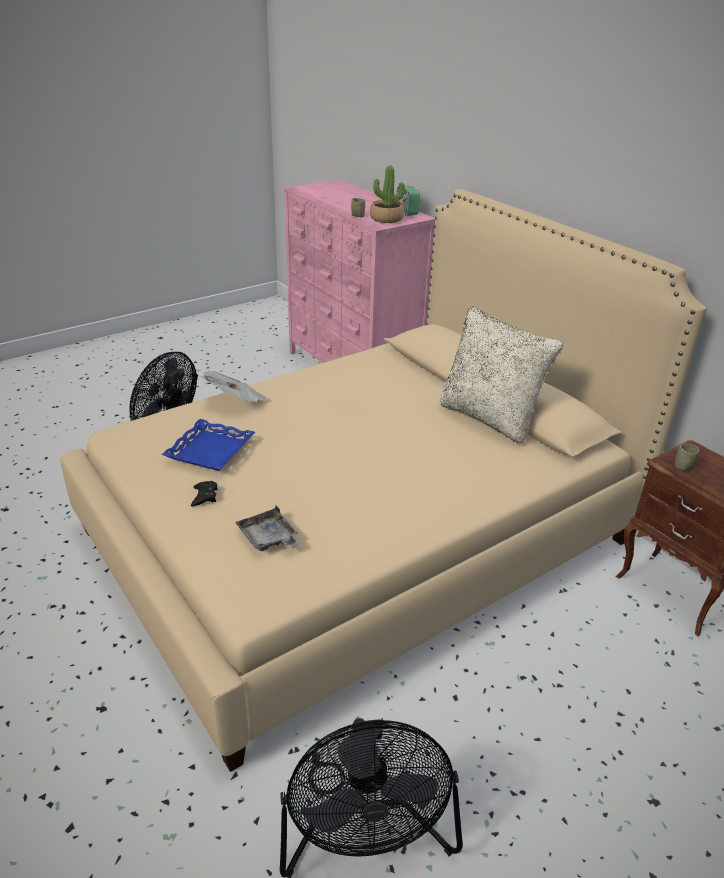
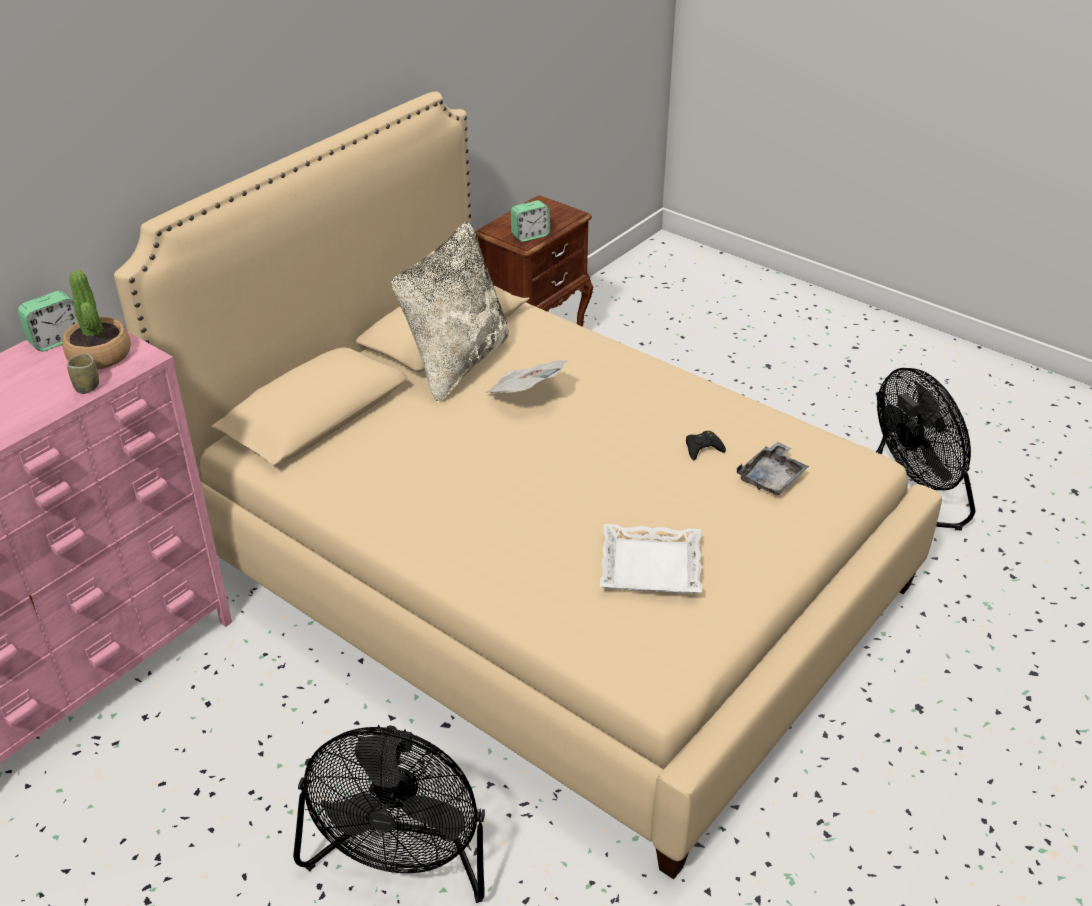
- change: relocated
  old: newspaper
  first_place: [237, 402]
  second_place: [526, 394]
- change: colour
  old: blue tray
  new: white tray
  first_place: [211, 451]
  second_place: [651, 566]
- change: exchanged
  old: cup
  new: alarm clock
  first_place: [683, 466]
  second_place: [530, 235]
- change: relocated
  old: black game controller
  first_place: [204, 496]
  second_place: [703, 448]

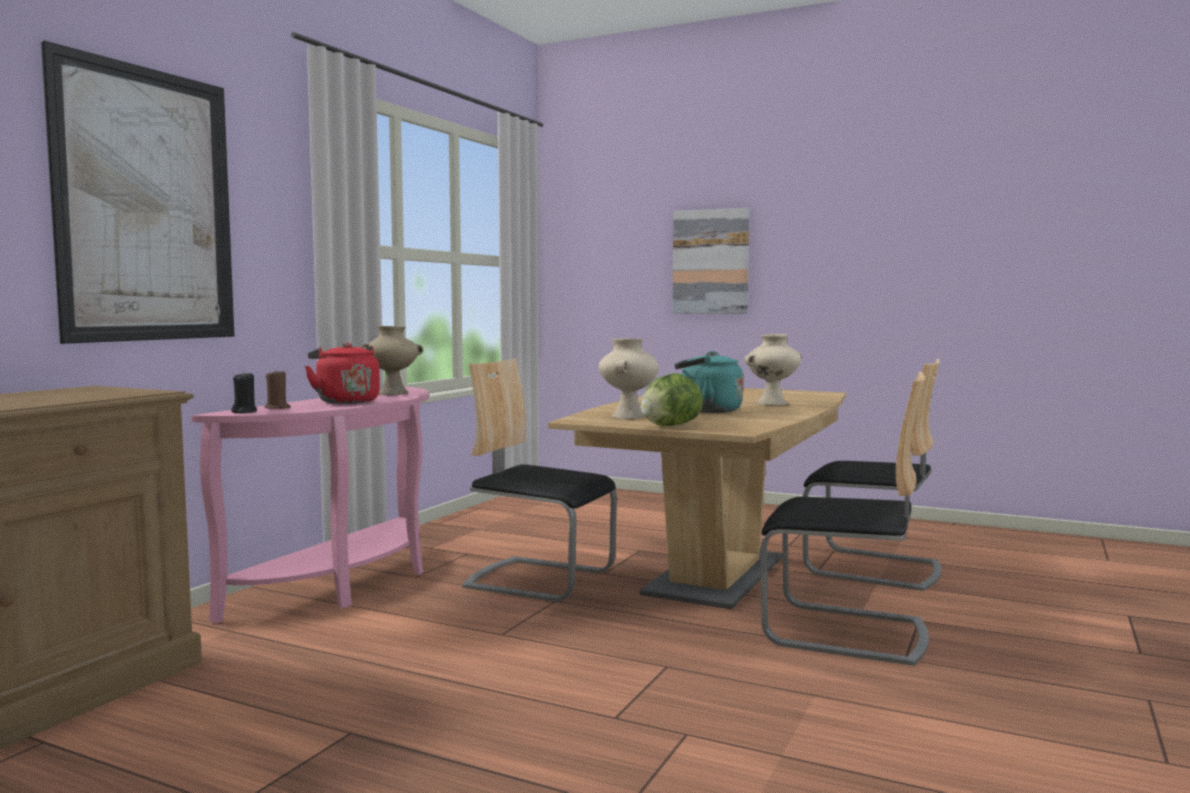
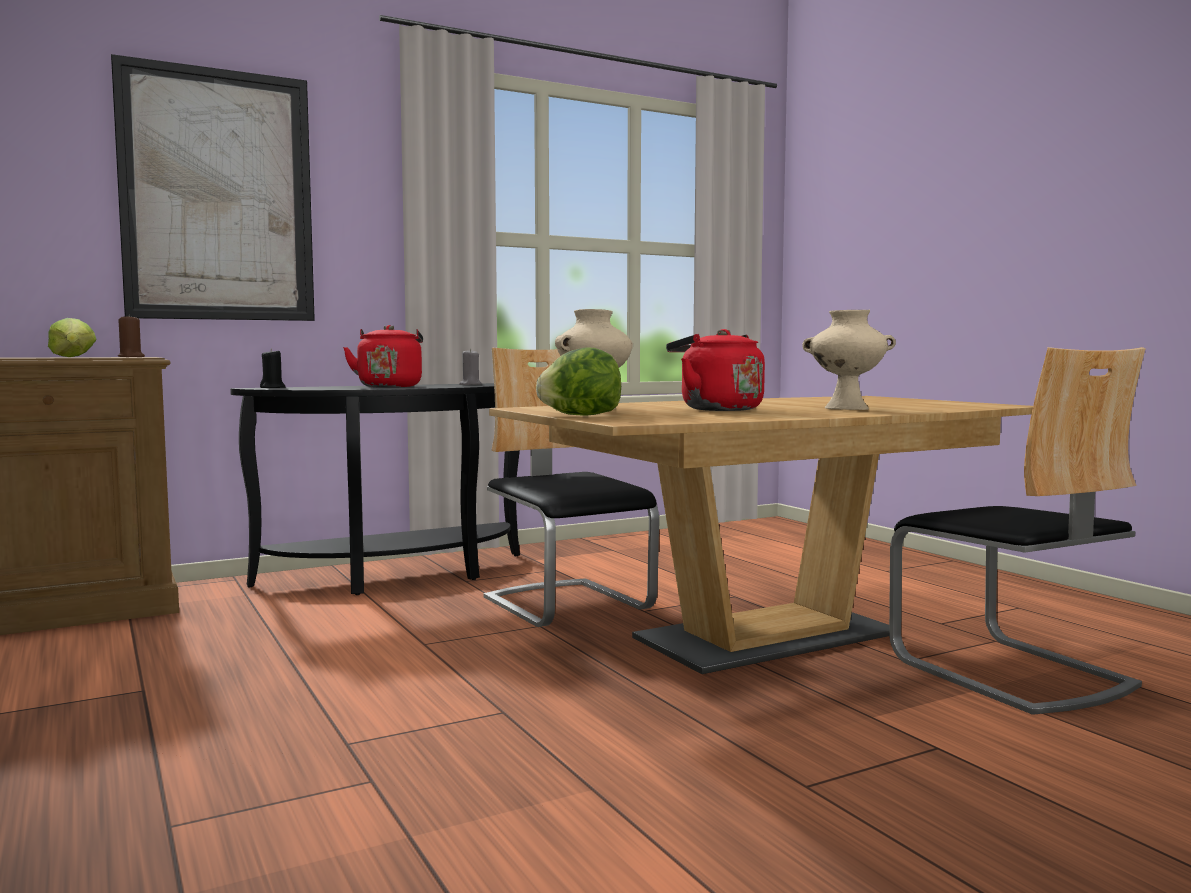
- change: missing
  old: picture
  first_place: [711, 262]
- change: exchanged
  old: beige vase
  new: grey candle
  first_place: [393, 393]
  second_place: [470, 384]
- change: colour
  old: turquoise kettle
  new: red kettle
  first_place: [706, 411]
  second_place: [716, 409]
- change: relocated
  old: brown candle
  first_place: [277, 408]
  second_place: [131, 357]
- change: missing
  old: chair
  first_place: [845, 632]
- change: colour
  old: pink console table
  new: black console table
  first_place: [350, 584]
  second_place: [402, 577]
- change: appeared
  new: lettuce
  second_place: [74, 357]

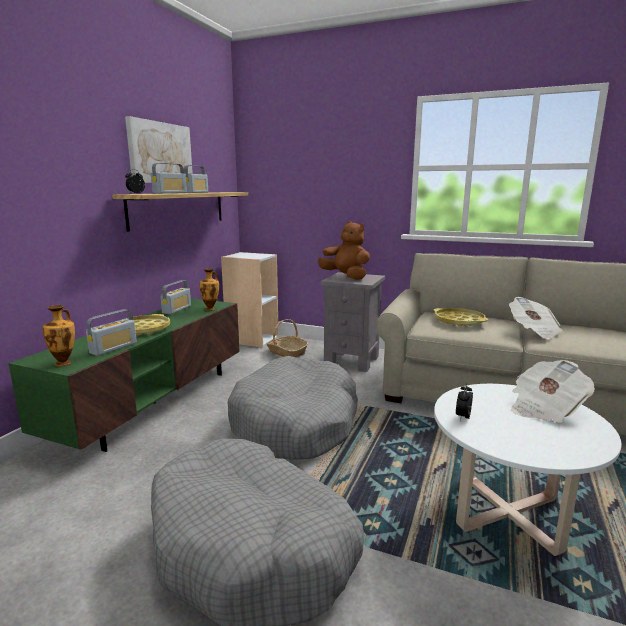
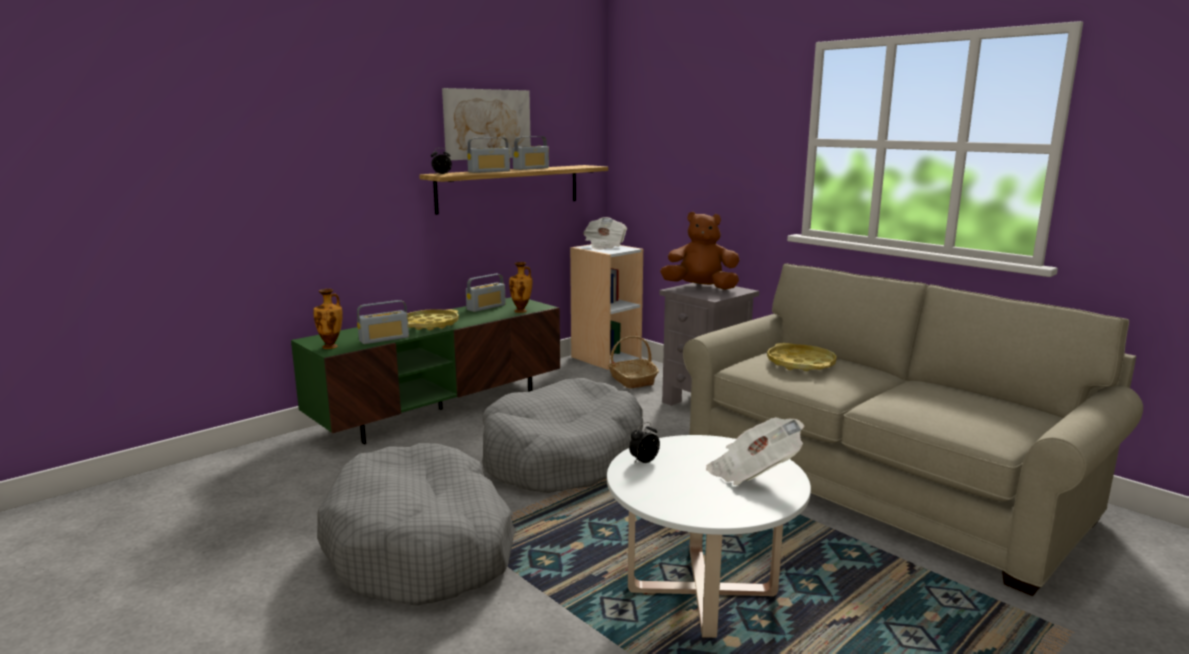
- change: spun
  old: brown plush toy
  first_place: [346, 277]
  second_place: [700, 288]
  degrees: -60
- change: relocated
  old: newspaper
  first_place: [533, 331]
  second_place: [604, 246]

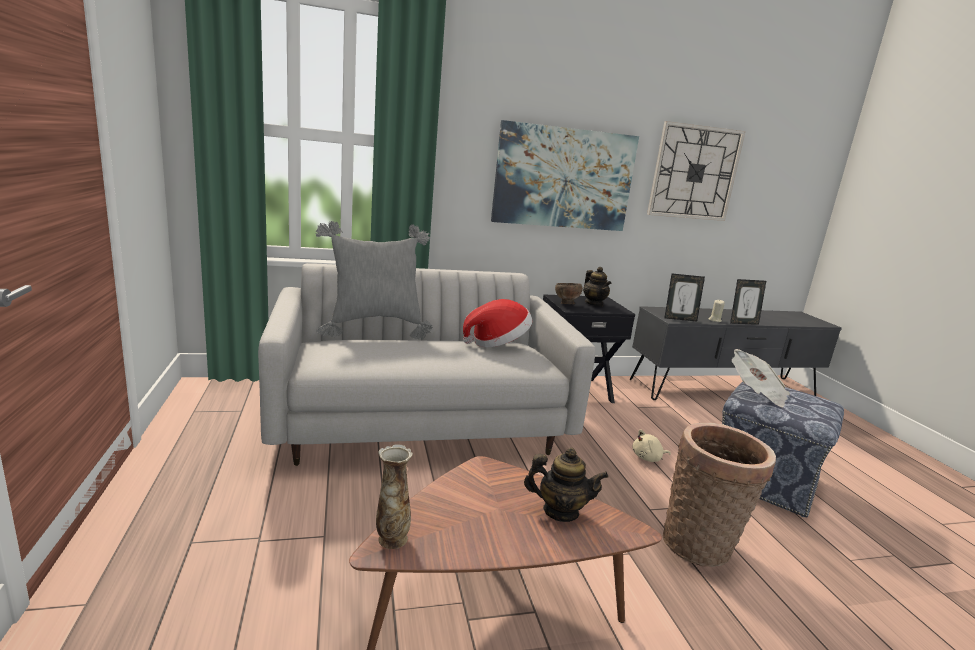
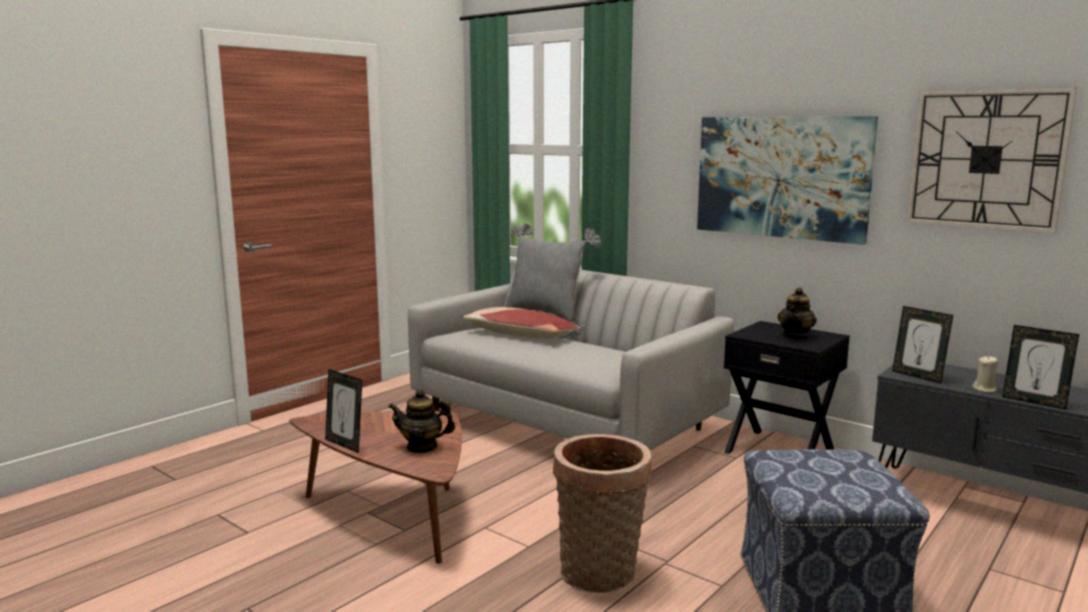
- change: missing
  old: brown bowl
  first_place: [566, 304]
- change: missing
  old: hat
  first_place: [497, 343]
- change: missing
  old: newspaper
  first_place: [756, 393]
- change: missing
  old: beige plush toy
  first_place: [648, 458]
- change: missing
  old: vase
  first_place: [392, 538]
- change: spun
  old: teapot
  first_place: [560, 511]
  second_place: [422, 447]
  degrees: 120
- change: appeared
  new: pillow
  second_place: [520, 335]
- change: appeared
  new: picture frame
  second_place: [345, 444]

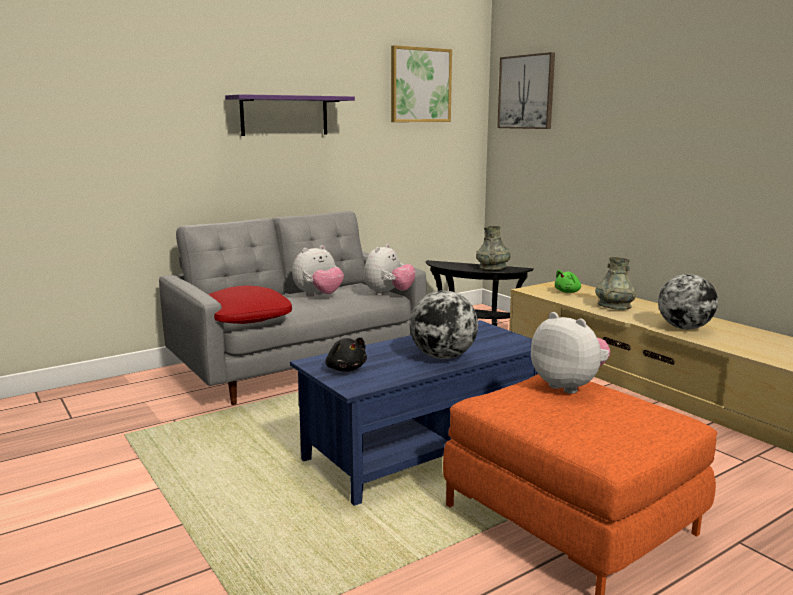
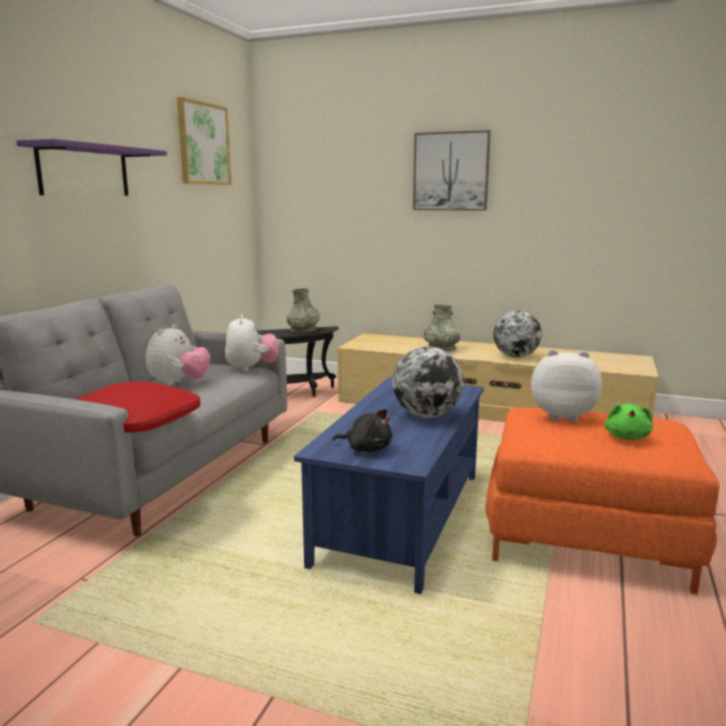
- change: relocated
  old: picture
  first_place: [526, 92]
  second_place: [451, 171]
- change: relocated
  old: green plush toy
  first_place: [568, 292]
  second_place: [627, 437]

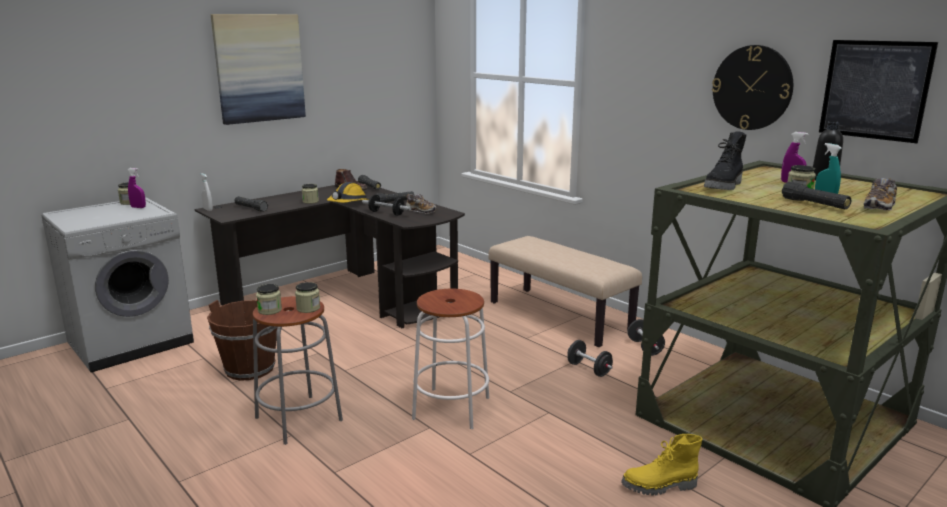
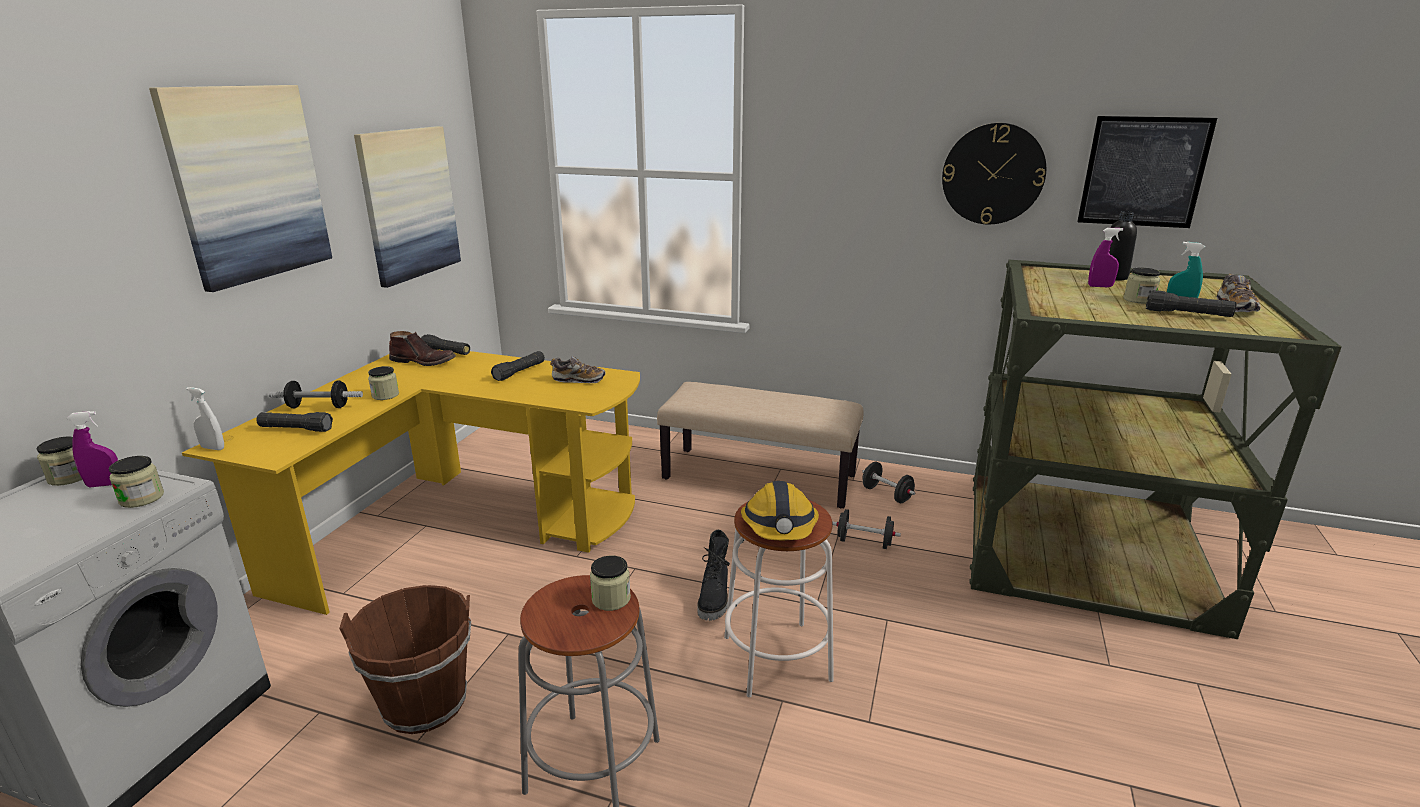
- change: relocated
  old: black boot
  first_place: [724, 186]
  second_place: [715, 599]
- change: colour
  old: black desk
  new: yellow desk
  first_place: [345, 297]
  second_place: [457, 523]
- change: relocated
  old: hard hat
  first_place: [348, 203]
  second_place: [779, 526]
- change: relocated
  old: dumbbell
  first_place: [386, 213]
  second_place: [318, 407]
- change: relocated
  old: jar
  first_place: [270, 310]
  second_place: [142, 498]
- change: missing
  old: yellow boot
  first_place: [659, 486]
- change: appeared
  new: picture
  second_place: [409, 204]

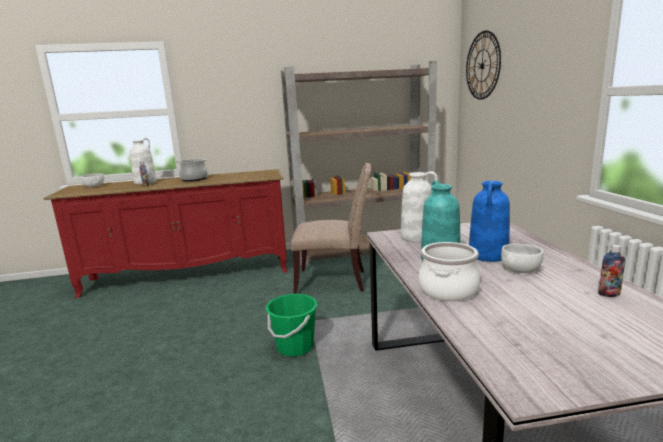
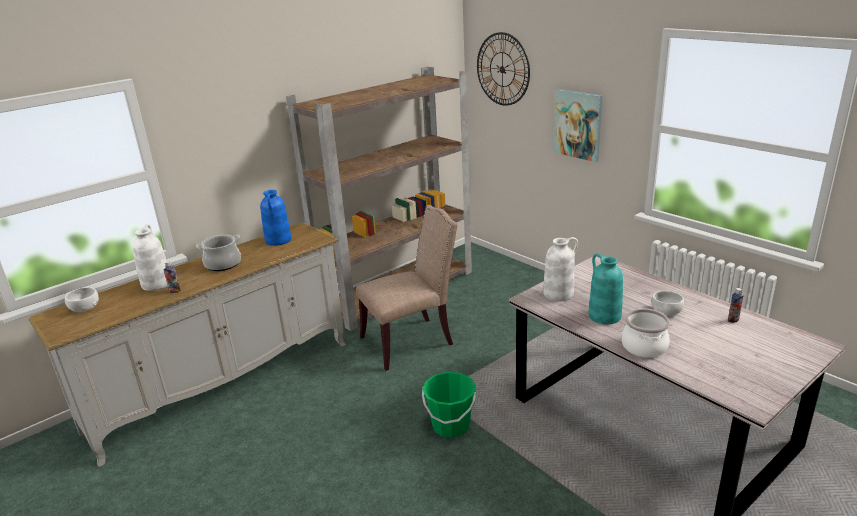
- change: colour
  old: red cabinet
  new: grey cabinet
  first_place: [188, 276]
  second_place: [224, 386]
- change: relocated
  old: blue vase
  first_place: [488, 255]
  second_place: [278, 240]
- change: appeared
  new: picture
  second_place: [578, 124]

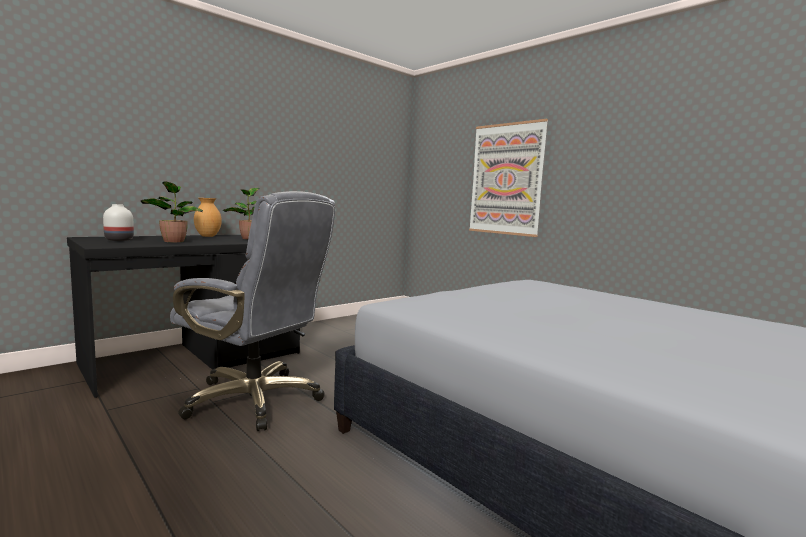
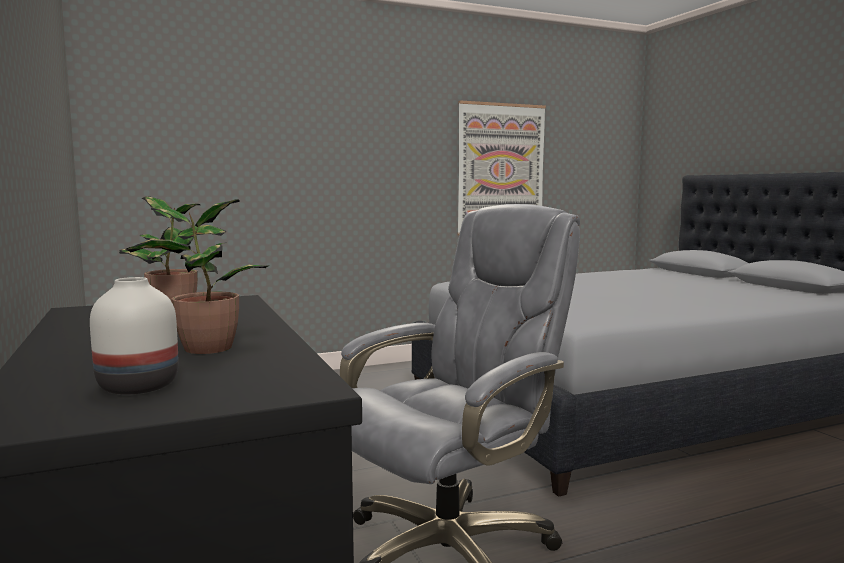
- change: relocated
  old: picture
  first_place: [506, 179]
  second_place: [501, 169]
- change: missing
  old: brown vase
  first_place: [207, 236]

